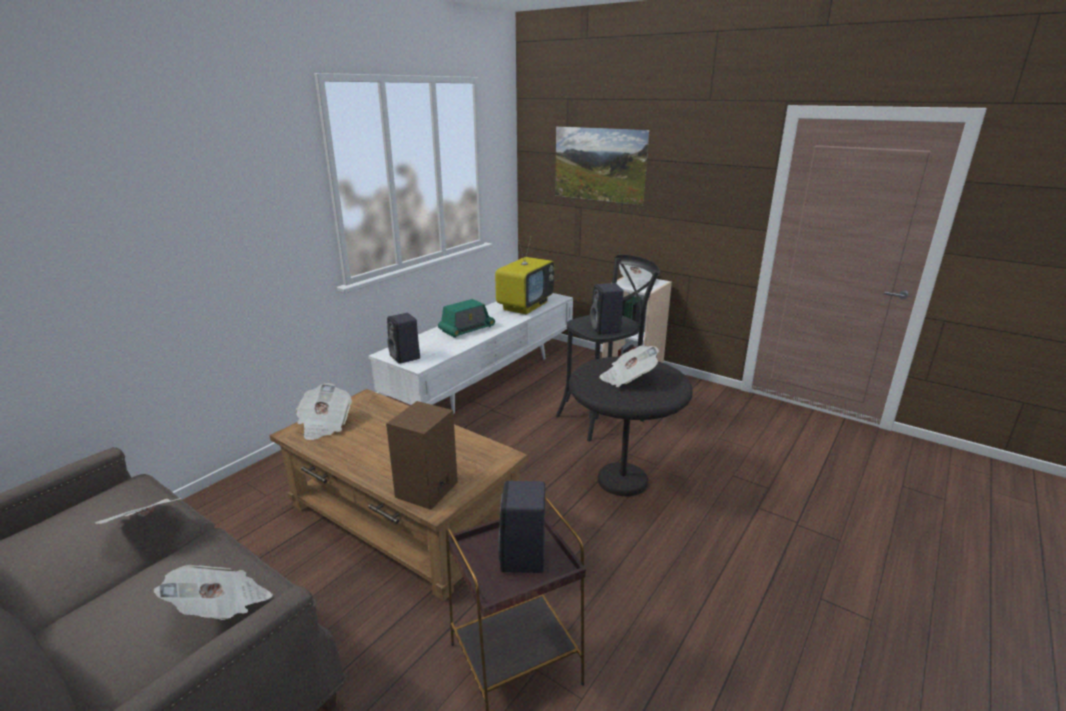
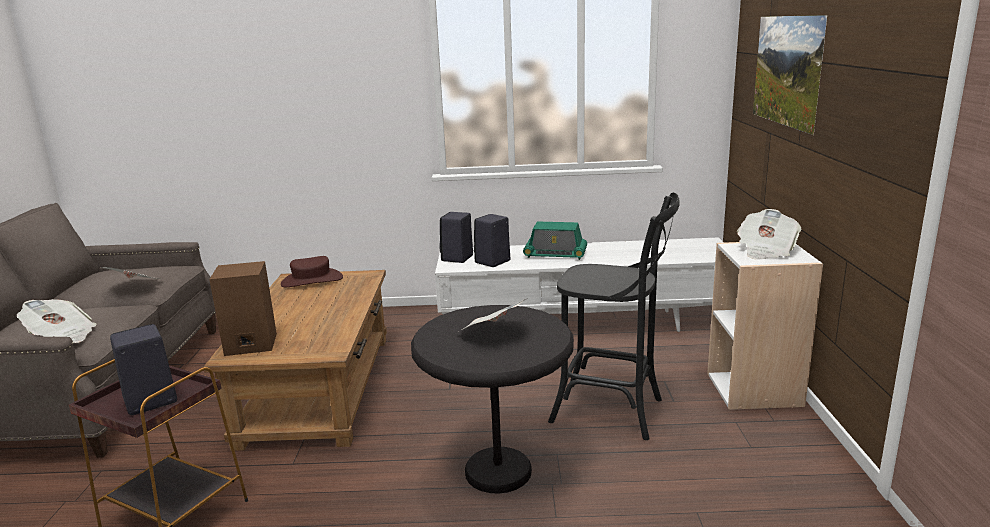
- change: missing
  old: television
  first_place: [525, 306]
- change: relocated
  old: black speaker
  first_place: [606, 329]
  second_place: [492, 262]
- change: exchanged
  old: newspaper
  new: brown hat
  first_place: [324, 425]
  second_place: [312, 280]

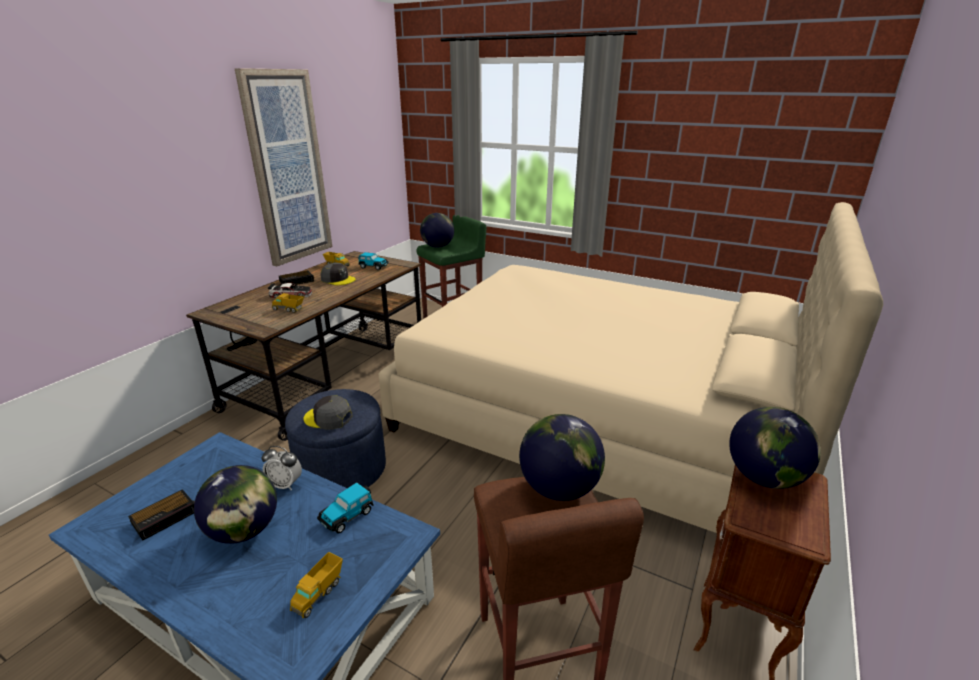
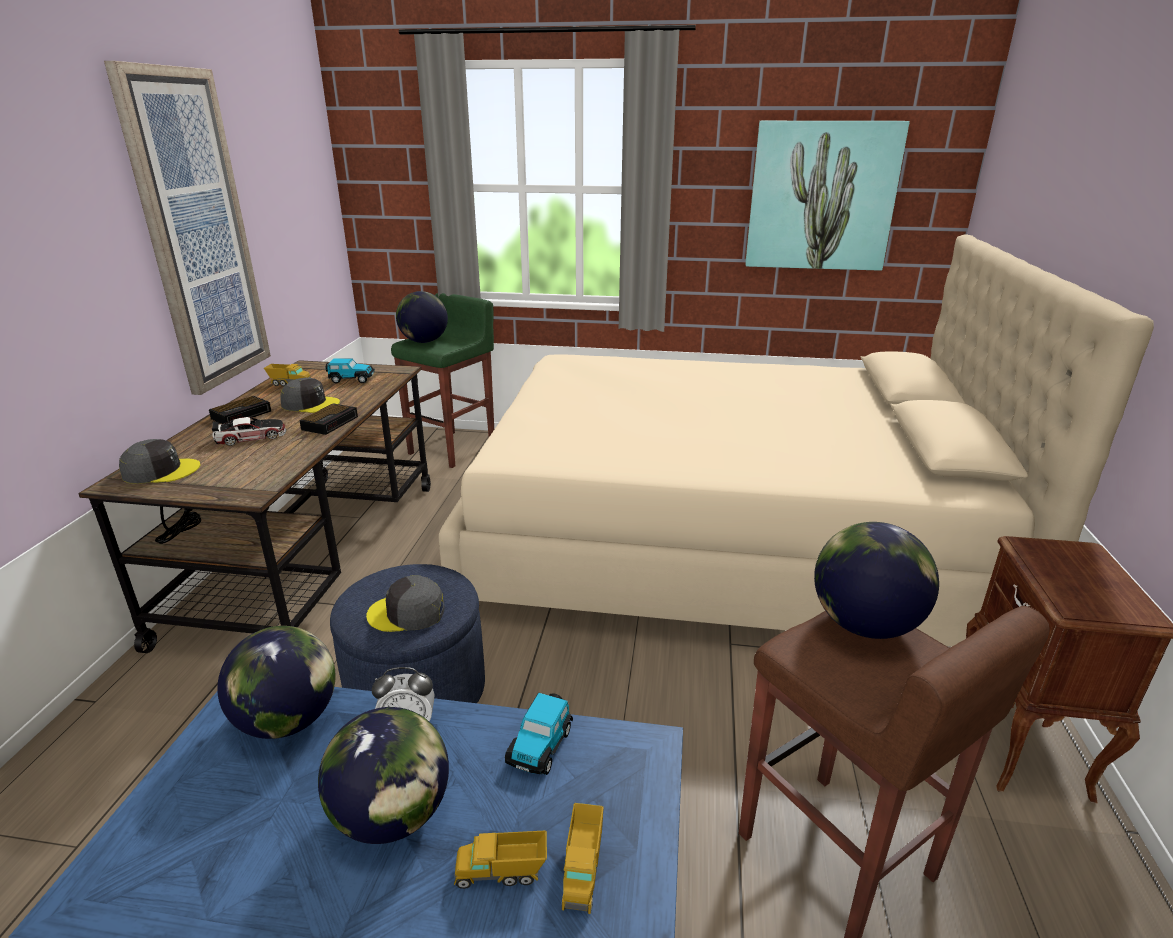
- change: relocated
  old: toy truck
  first_place: [289, 310]
  second_place: [502, 873]
- change: relocated
  old: globe
  first_place: [764, 478]
  second_place: [289, 720]
- change: relocated
  old: alarm clock
  first_place: [166, 517]
  second_place: [331, 422]
- change: appeared
  new: picture
  second_place: [821, 196]
- change: appeared
  new: grey cap
  second_place: [161, 471]

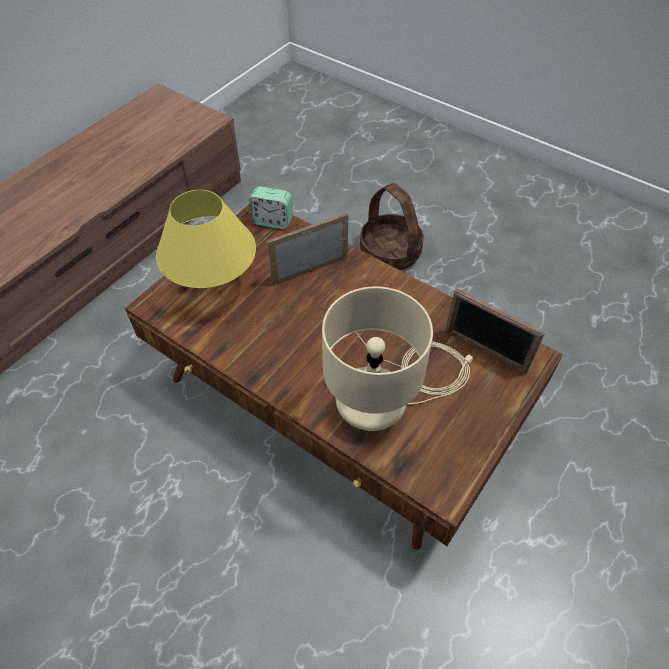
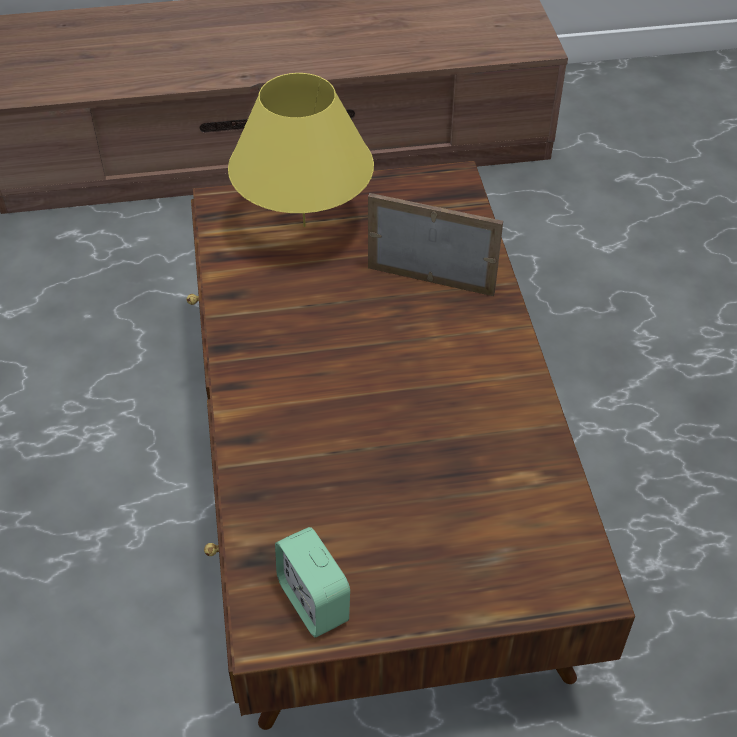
- change: missing
  old: basket
  first_place: [390, 252]
- change: relocated
  old: alarm clock
  first_place: [272, 221]
  second_place: [313, 601]
- change: missing
  old: beige table lamp
  first_place: [396, 394]
- change: missing
  old: picture frame
  first_place: [485, 351]

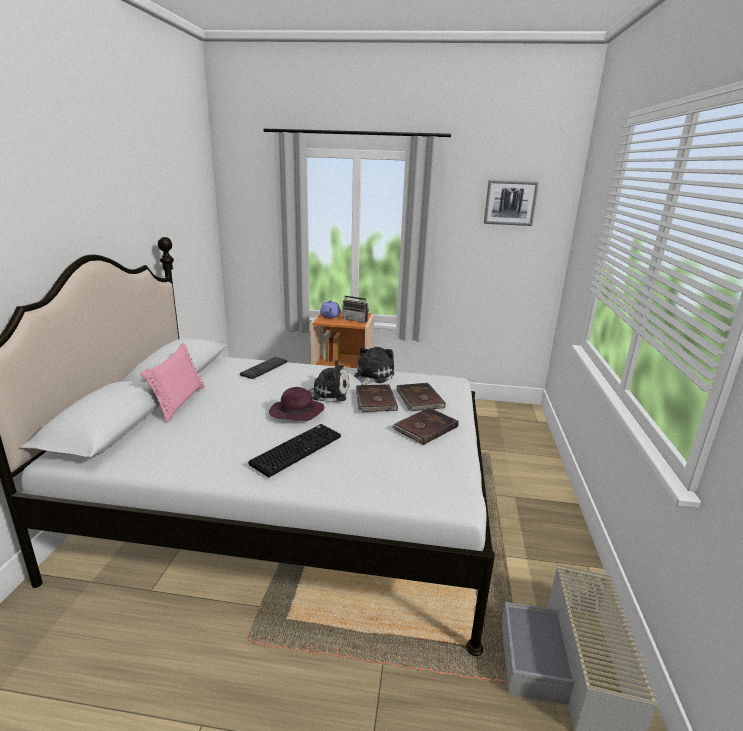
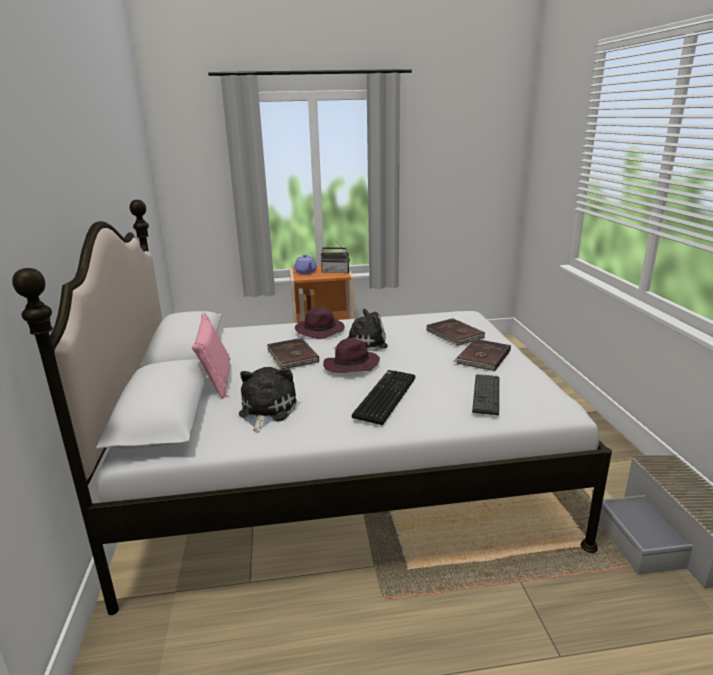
- change: missing
  old: picture
  first_place: [510, 202]
- change: relocated
  old: plush toy
  first_place: [372, 376]
  second_place: [266, 411]
- change: relocated
  old: keyboard
  first_place: [264, 368]
  second_place: [486, 395]
- change: relocated
  old: brown book
  first_place: [375, 400]
  second_place: [292, 356]
- change: appeared
  new: purple hat
  second_place: [320, 330]

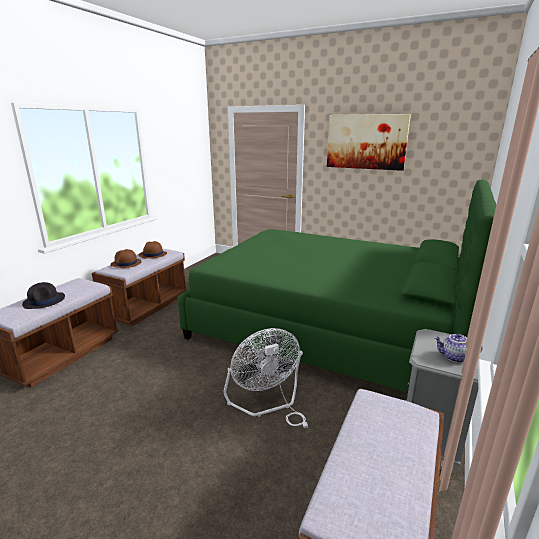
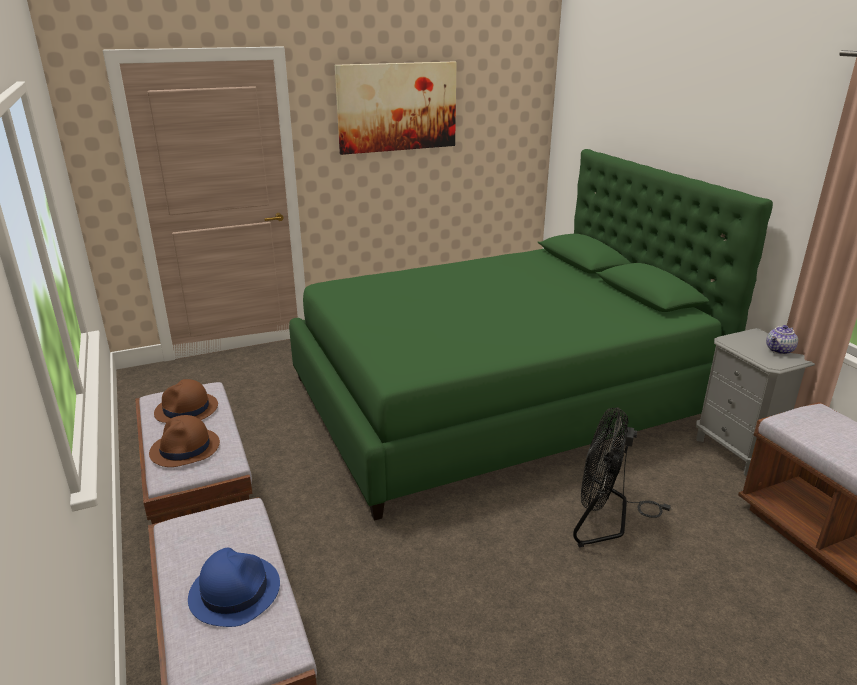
- change: colour
  old: black hat
  new: blue hat
  first_place: [44, 301]
  second_place: [234, 590]
- change: colour
  old: white fan
  new: black fan
  first_place: [271, 403]
  second_place: [607, 512]

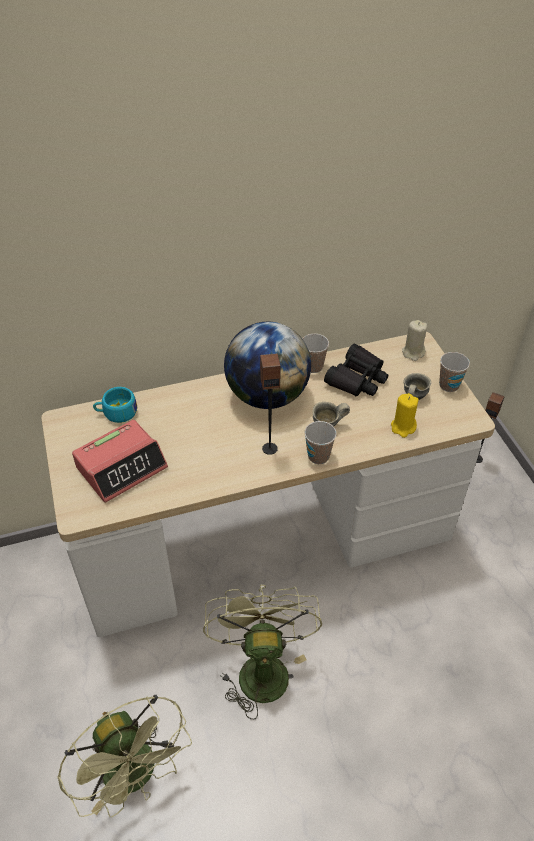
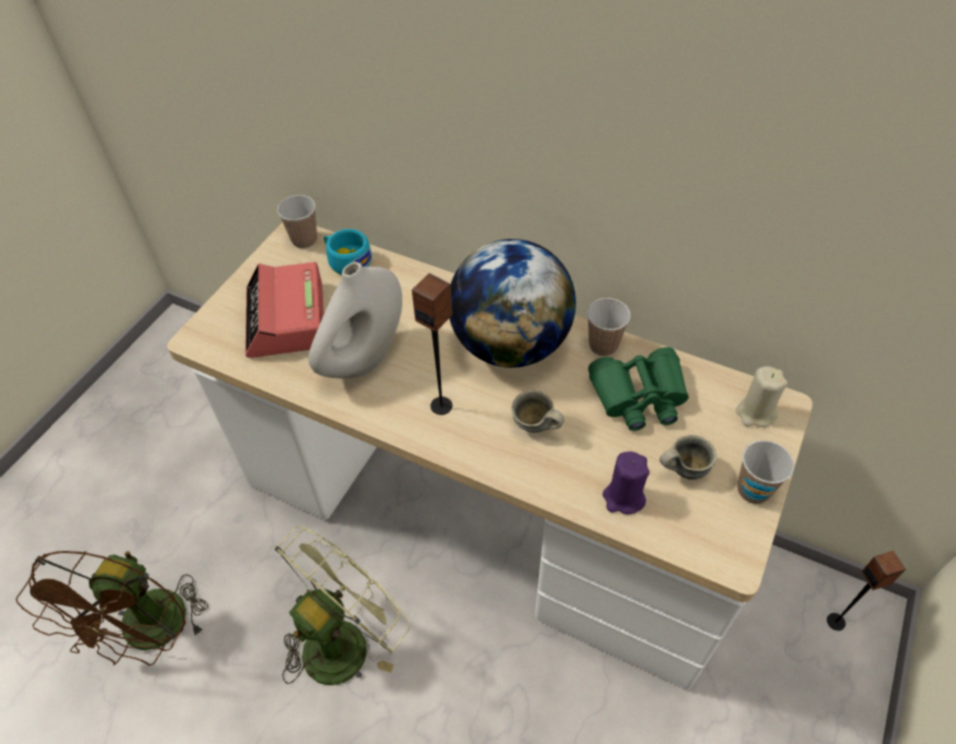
- change: colour
  old: black binoculars
  new: green binoculars
  first_place: [357, 379]
  second_place: [639, 396]
- change: colour
  old: yellow candle
  new: purple candle
  first_place: [403, 427]
  second_place: [623, 498]
- change: spun
  old: alarm clock
  first_place: [122, 467]
  second_place: [286, 319]
  degrees: 75
- change: relocated
  old: cup
  first_place: [318, 456]
  second_place: [304, 240]
- change: colour
  old: green fan
  new: brown fan
  first_place: [136, 775]
  second_place: [151, 635]
- change: appeared
  new: white vase
  second_place: [363, 360]

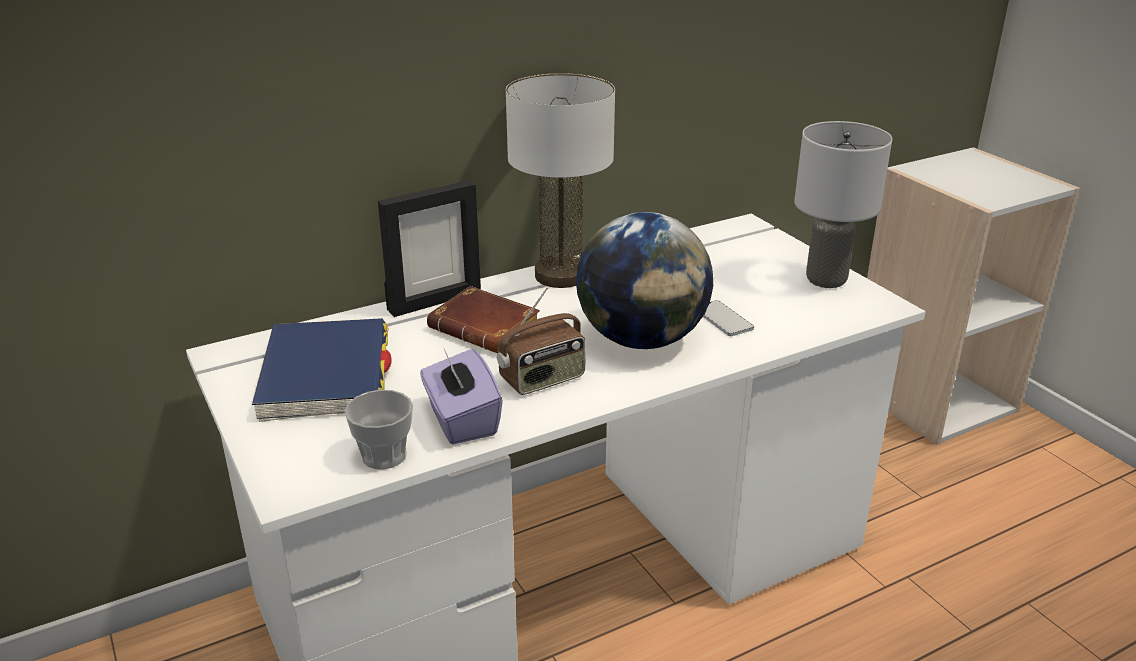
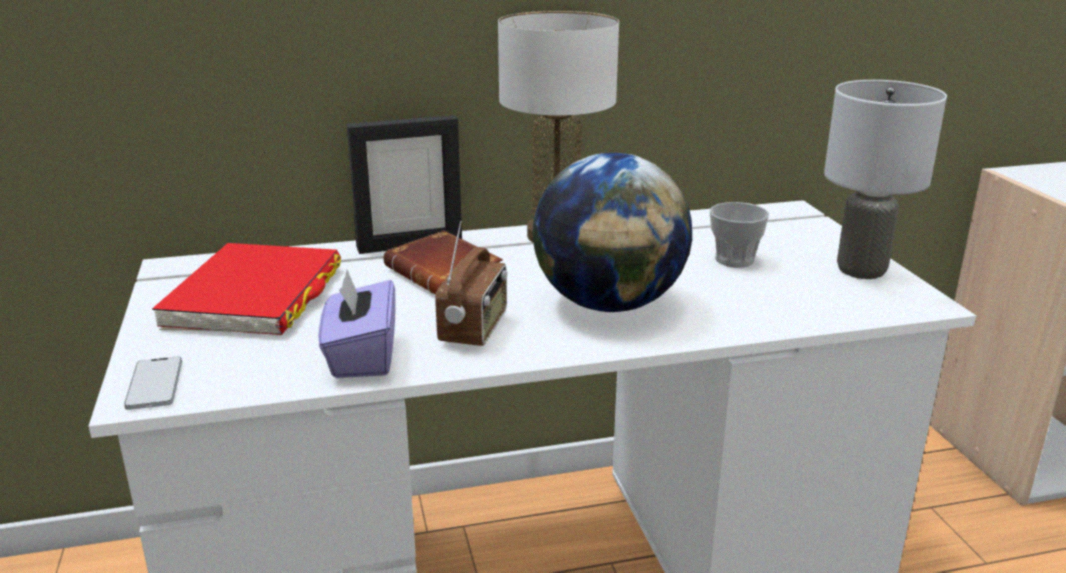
- change: spun
  old: radio
  first_place: [543, 380]
  second_place: [475, 329]
  degrees: -60
- change: relocated
  old: phone
  first_place: [723, 319]
  second_place: [155, 384]
- change: colour
  old: blue book
  new: red book
  first_place: [326, 375]
  second_place: [255, 297]
- change: relocated
  old: cup
  first_place: [384, 456]
  second_place: [734, 259]

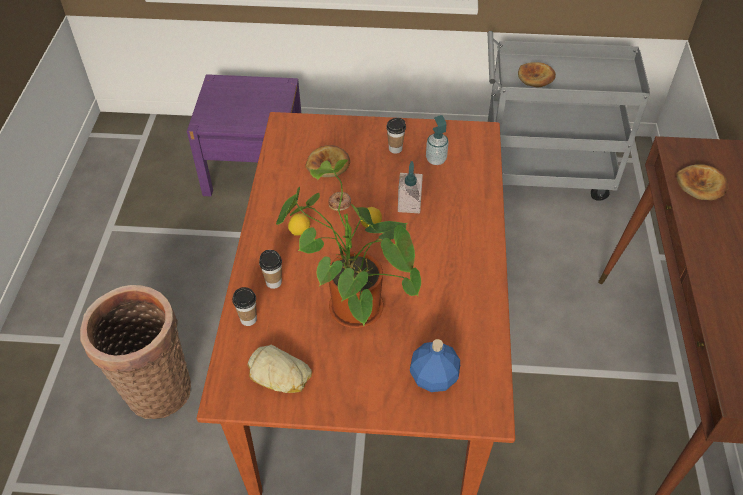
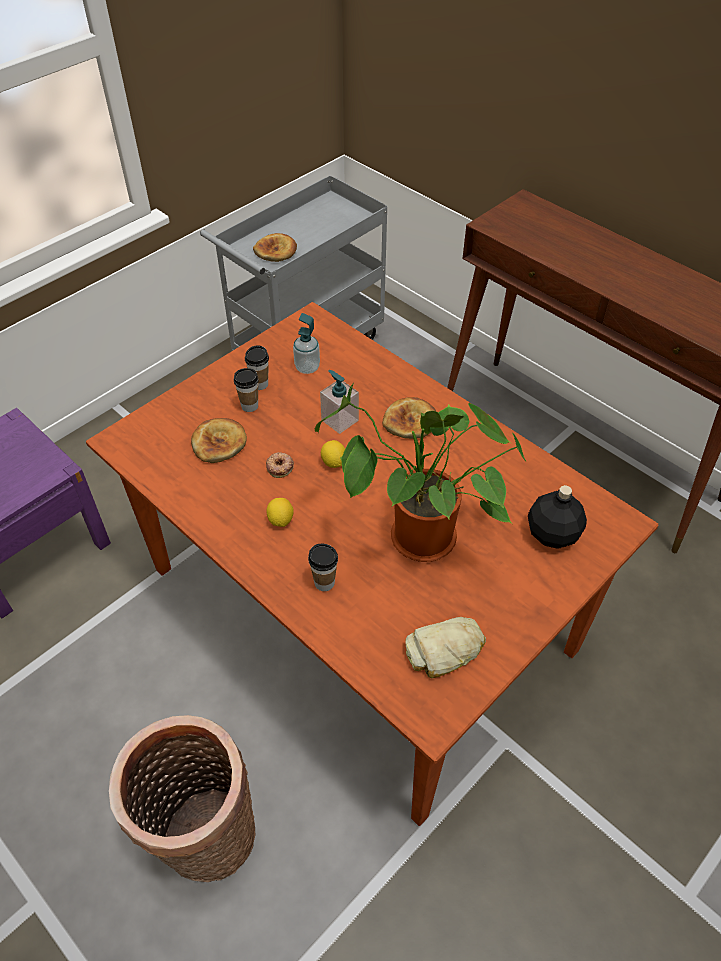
- change: relocated
  old: bread
  first_place: [701, 185]
  second_place: [410, 421]
- change: relocated
  old: cup
  first_place: [248, 319]
  second_place: [249, 406]
- change: colour
  old: blue bottle
  new: black bottle
  first_place: [434, 378]
  second_place: [553, 534]

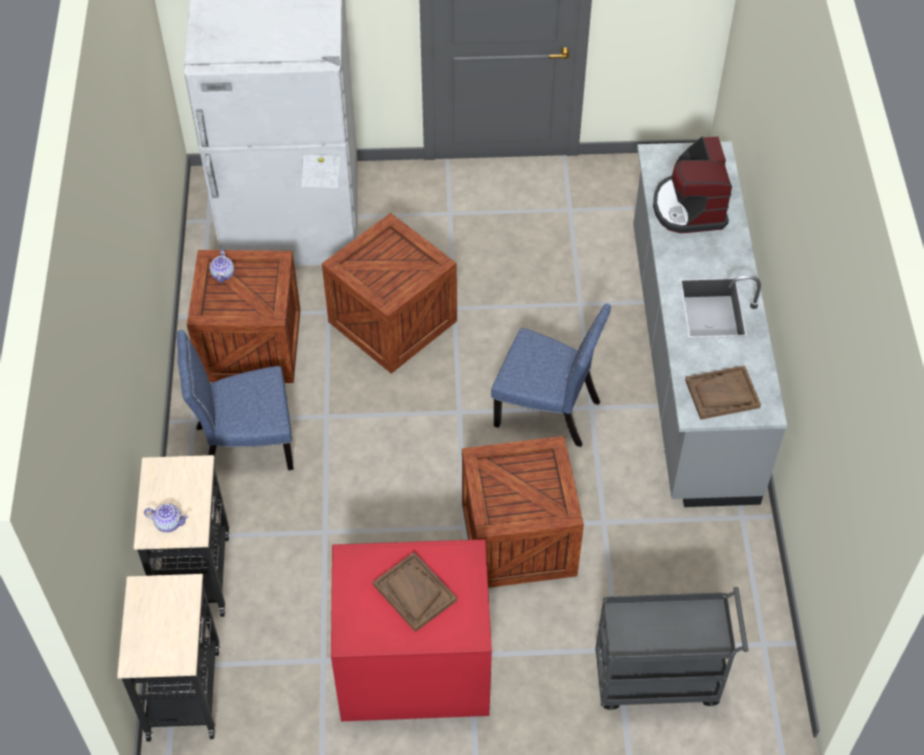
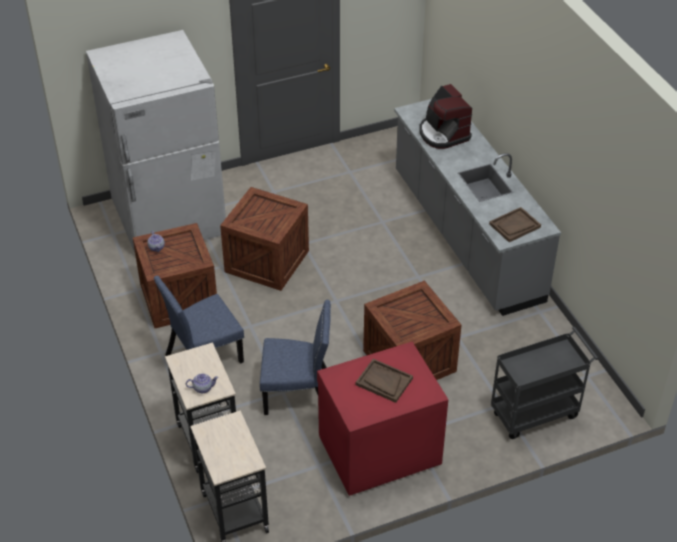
- change: relocated
  old: blue chair
  first_place: [546, 410]
  second_place: [297, 394]

